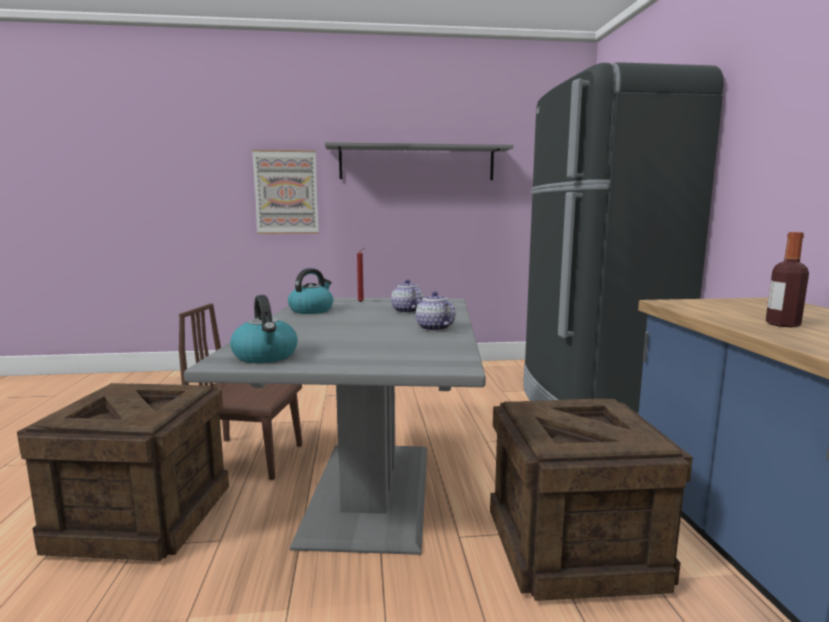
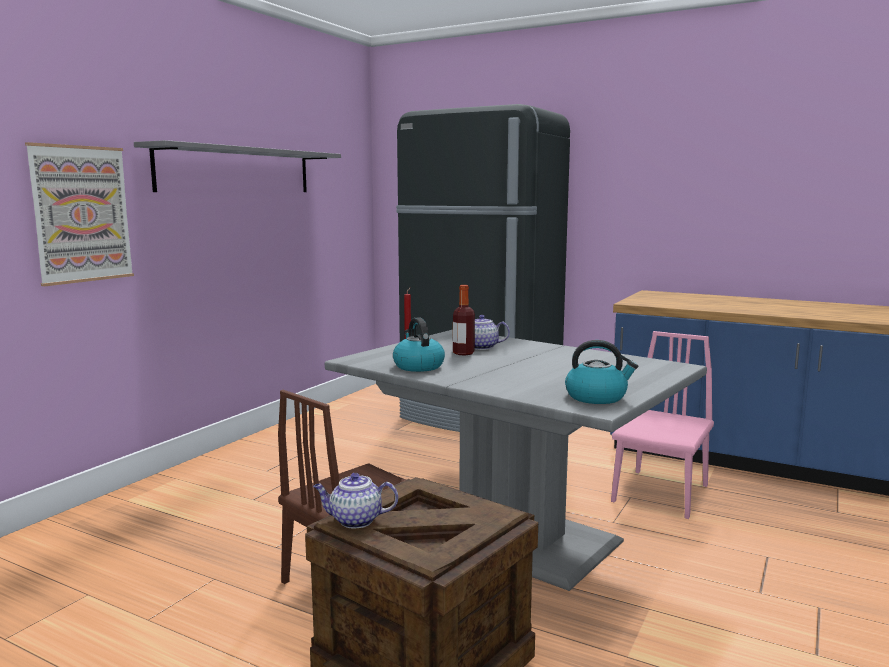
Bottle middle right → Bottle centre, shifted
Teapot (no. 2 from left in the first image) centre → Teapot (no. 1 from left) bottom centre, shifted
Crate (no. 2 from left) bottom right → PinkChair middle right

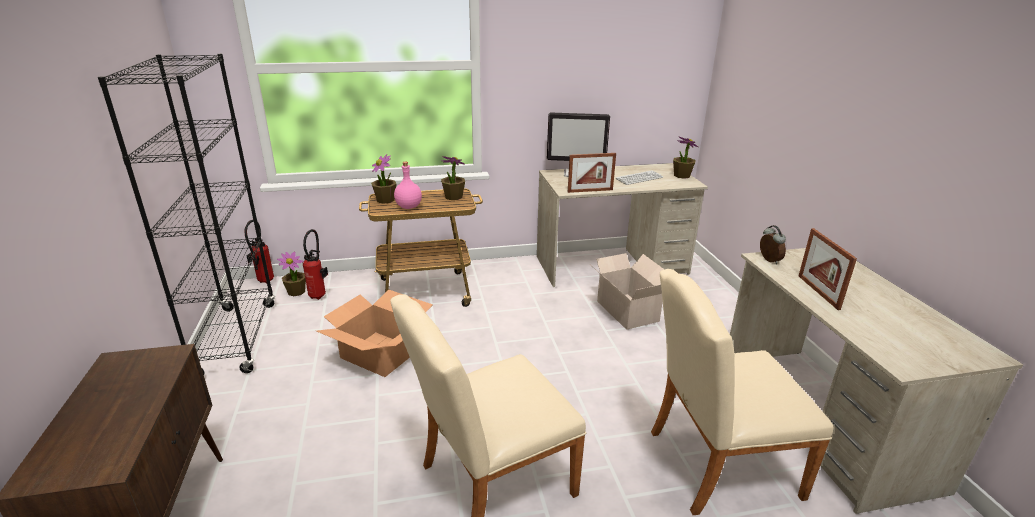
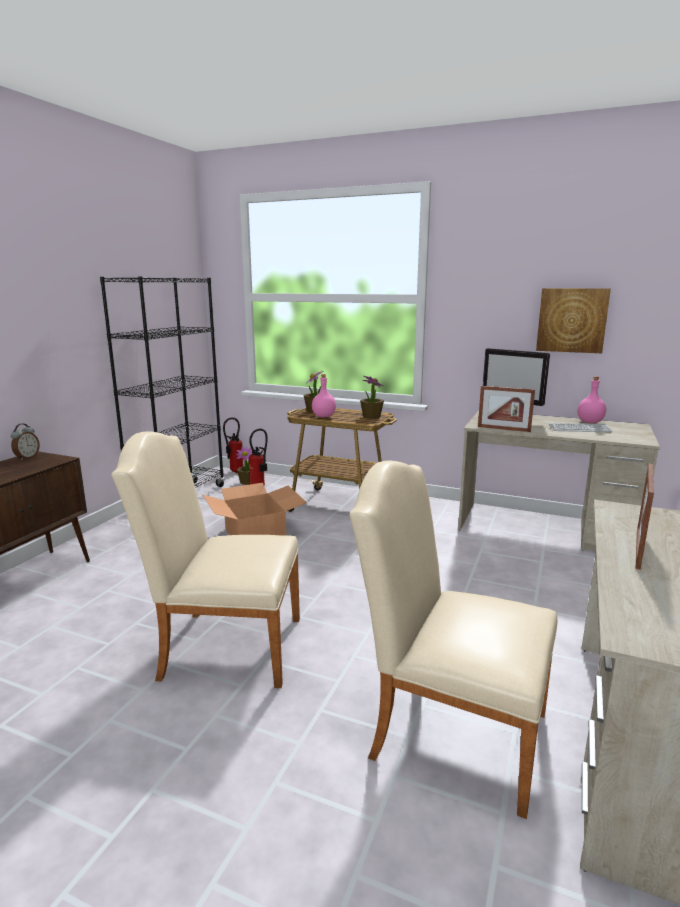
PottedPlant (no. 4 from left) top centre → -
AlarmClock middle right → AlarmClock middle left, shifted
CardboardBox (no. 2 from left) centre → -
- → Picture middle right
- → PinkBottle (no. 2 from left) middle right

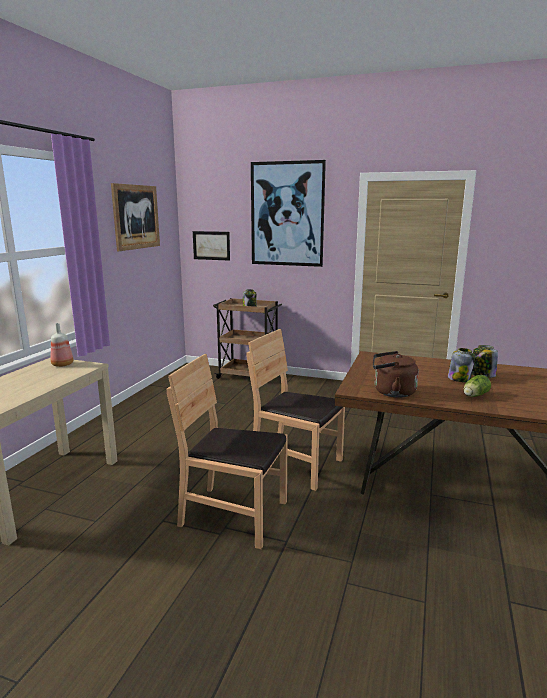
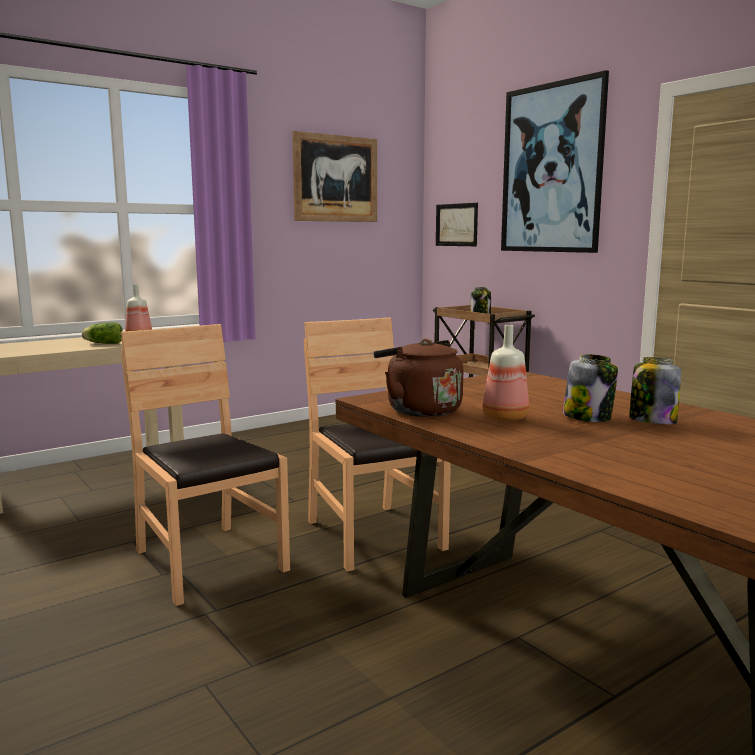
Lettuce middle right → Lettuce middle left, shifted
- → Bottle (no. 2 from left) middle right

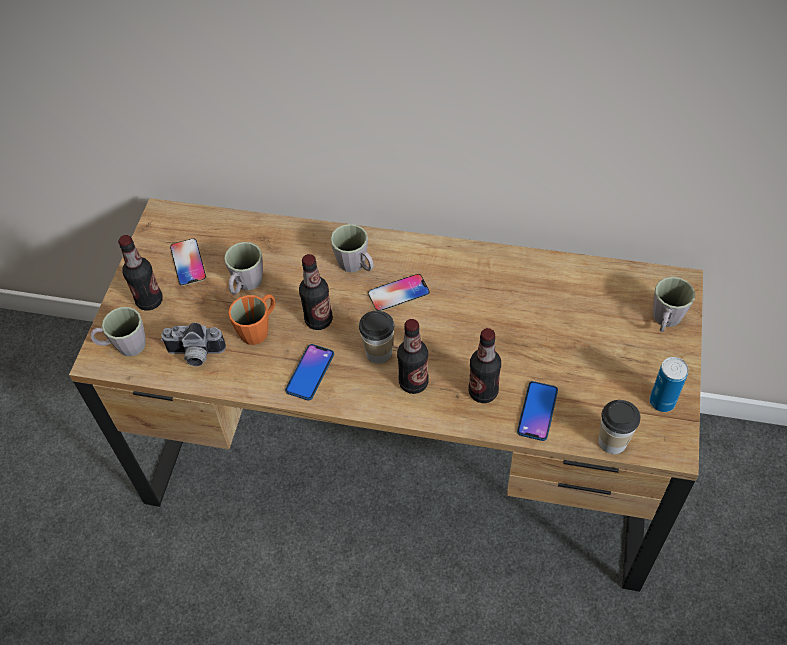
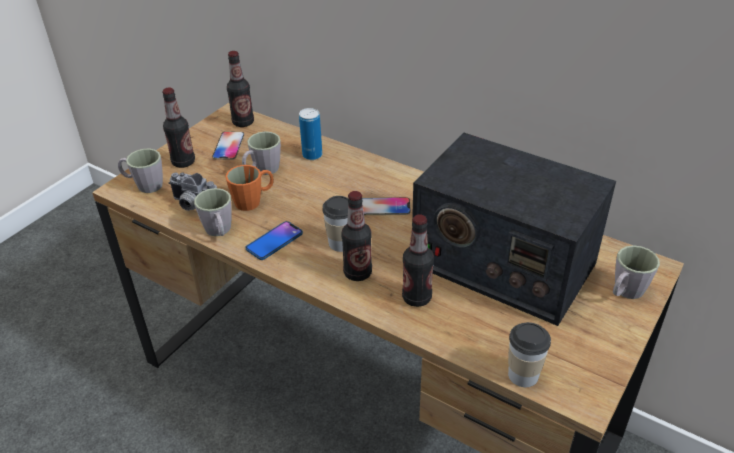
GreyMug (no. 3 from left in the first image) centre → GreyMug (no. 2 from left) middle left, shifted
Bottle (no. 2 from left) centre → Bottle (no. 2 from left) top left, shifted
Can middle right → Can top centre, shifted
Phone (no. 4 from left) middle right → -
- → Radio middle right

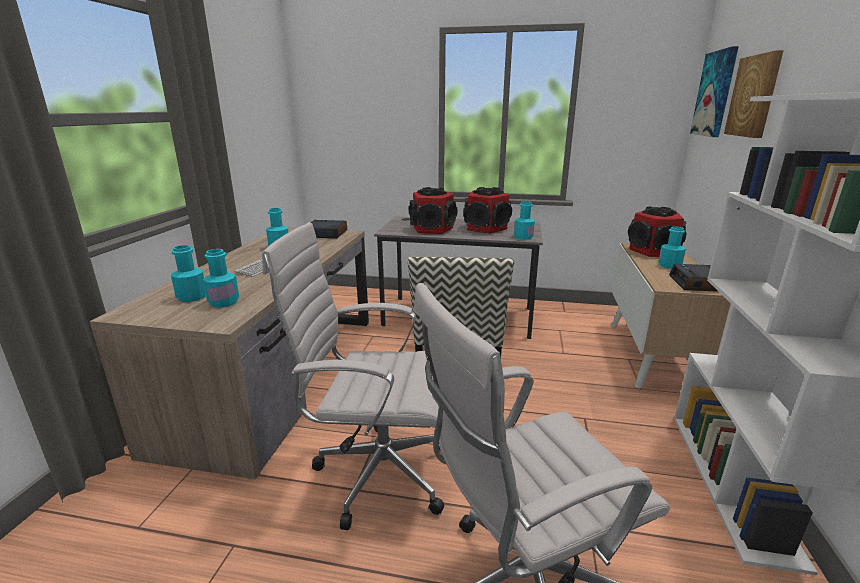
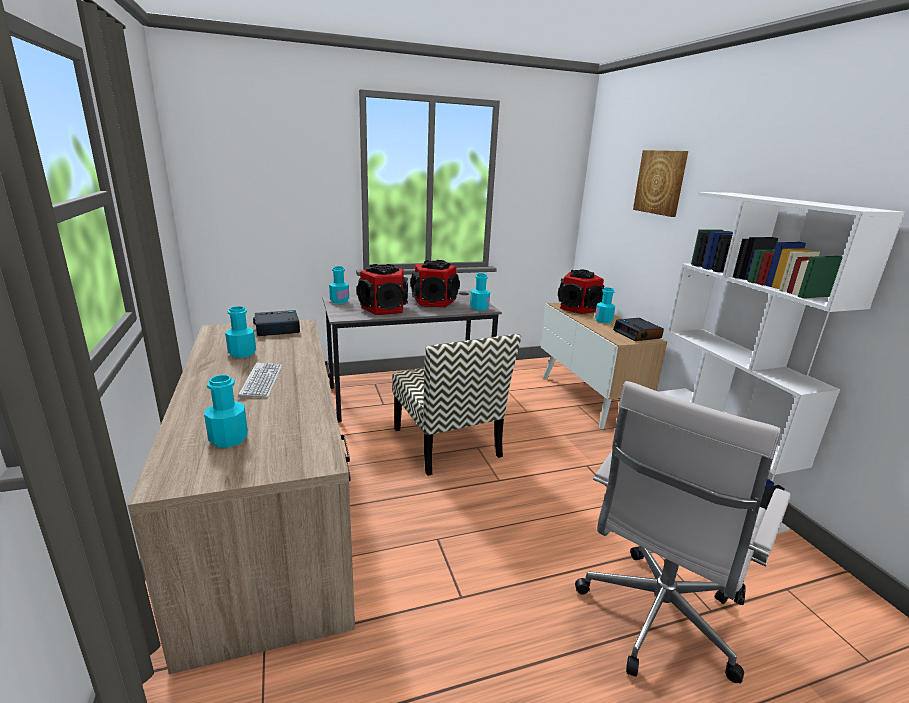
Picture (no. 1 from left) top right → -
WhiteOfficeChair (no. 1 from left) centre → -
TurquoiseBottle (no. 2 from left in the first image) middle left → TurquoiseBottle (no. 3 from left) centre, shifted

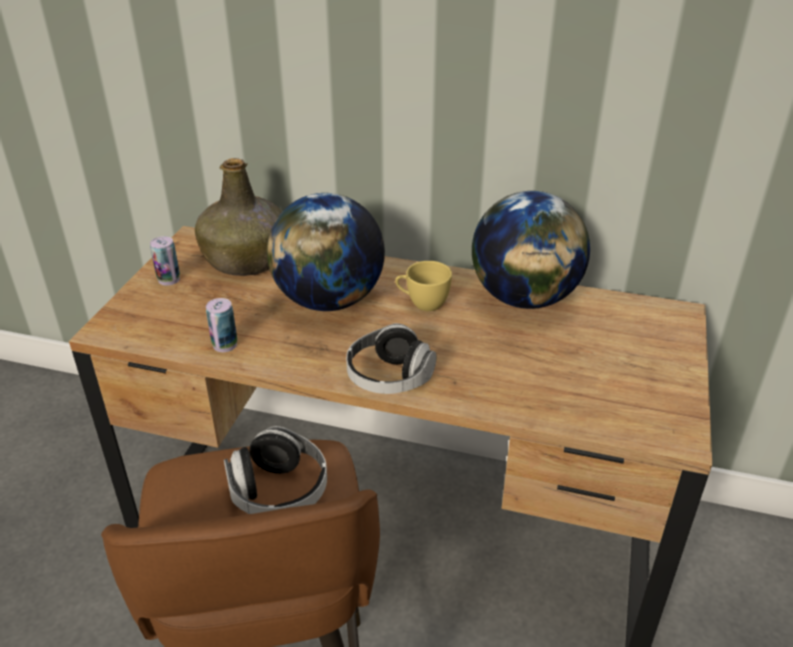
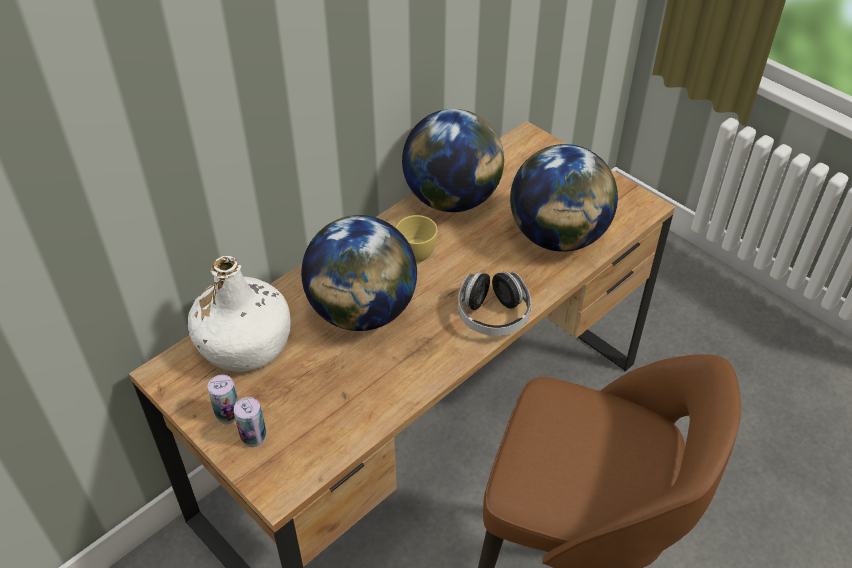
GreenBottle middle left → WhiteBottle middle left
Can (no. 2 from left) middle left → Can (no. 2 from left) bottom left, shifted
Headphones (no. 1 from left) bottom centre → -
- → Globe (no. 3 from left) centre

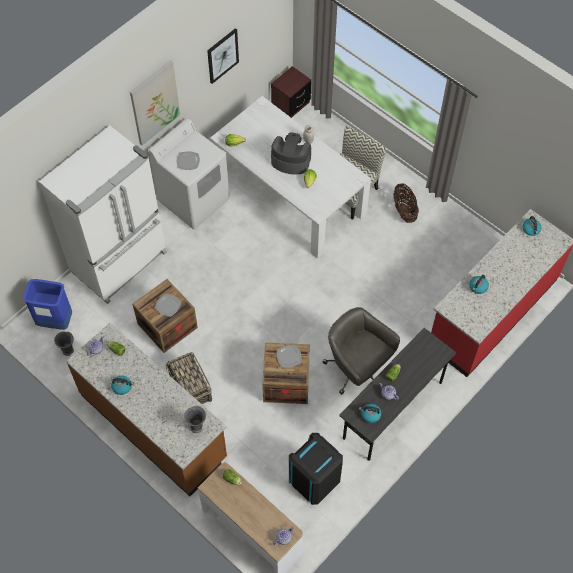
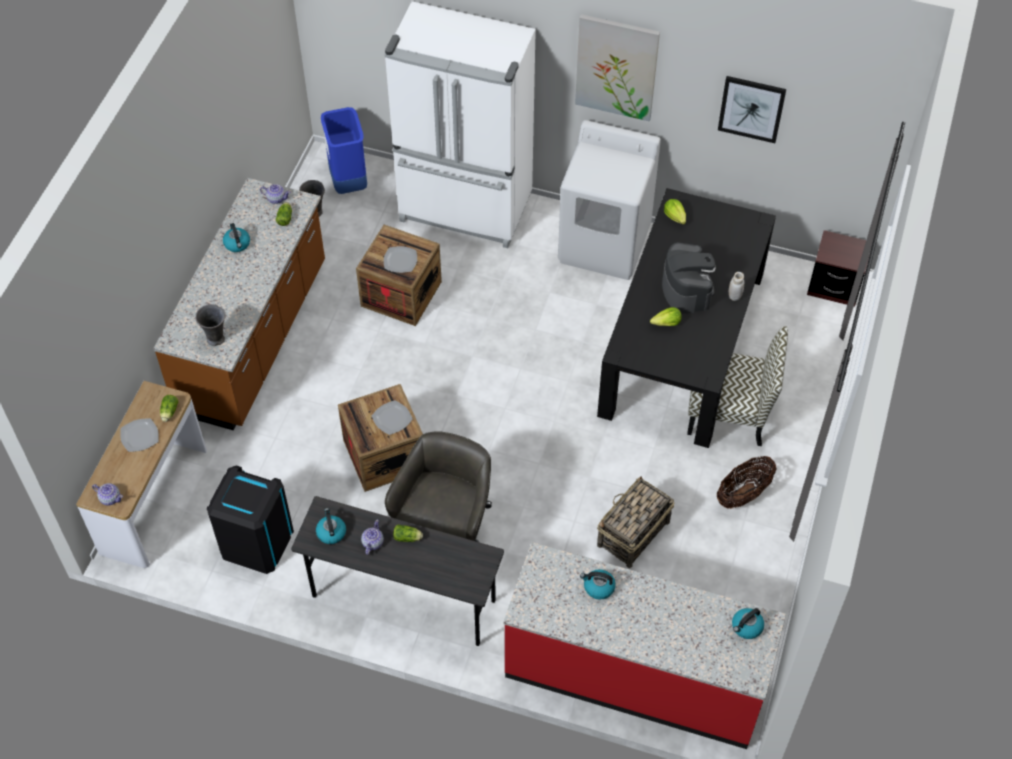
WhiteDiningTable top centre → BlackDiningTable middle right
Plate (no. 2 from left in the first image) top left → Plate (no. 1 from left) middle left, shifted
Basket (no. 1 from left) middle left → Basket (no. 1 from left) bottom centre, shifted

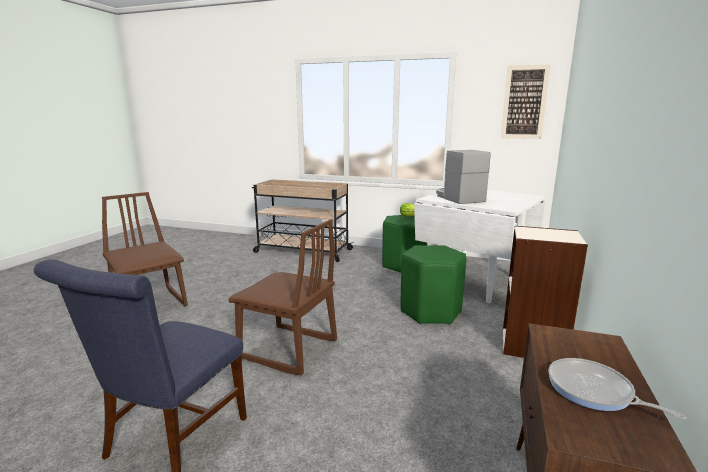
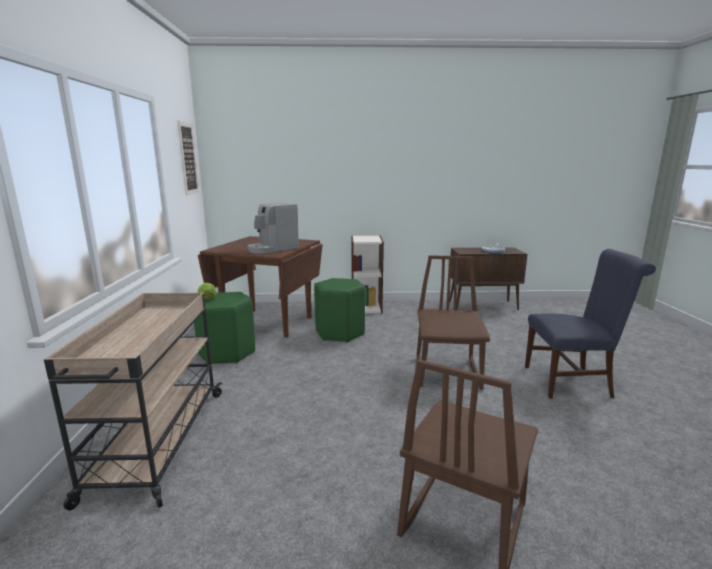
WhiteDiningTable middle right → BrownDiningTable centre

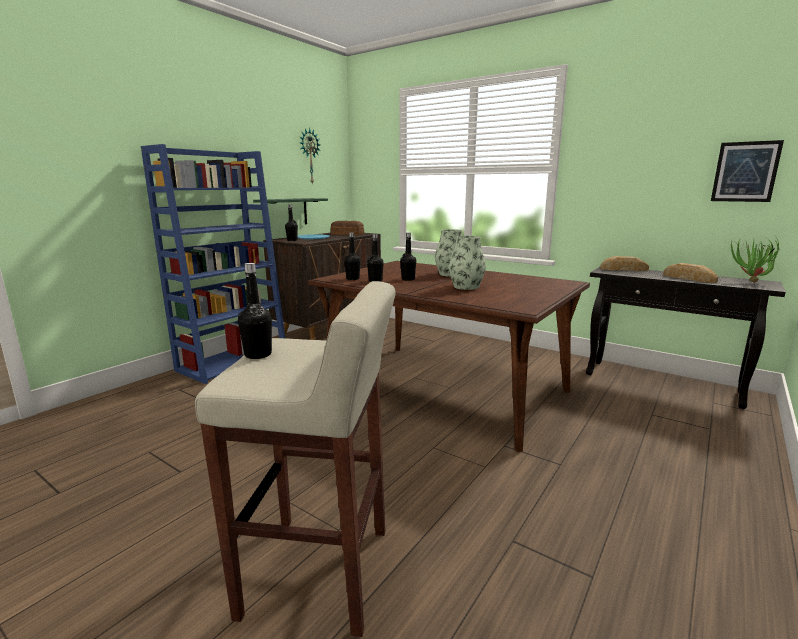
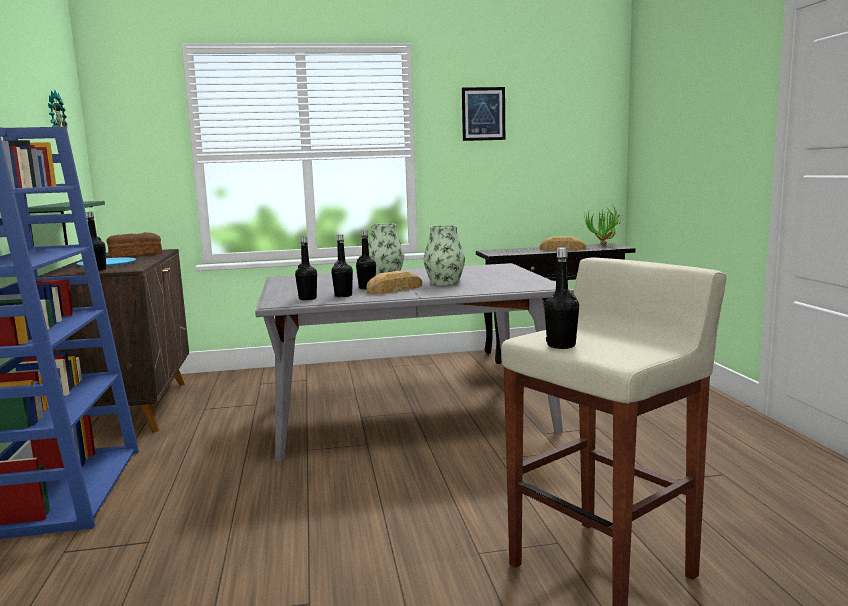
Picture top right → Picture top centre, shifted
Bread (no. 2 from left) middle right → Bread (no. 2 from left) centre, shifted
BrownDiningTable centre → GreyDiningTable centre

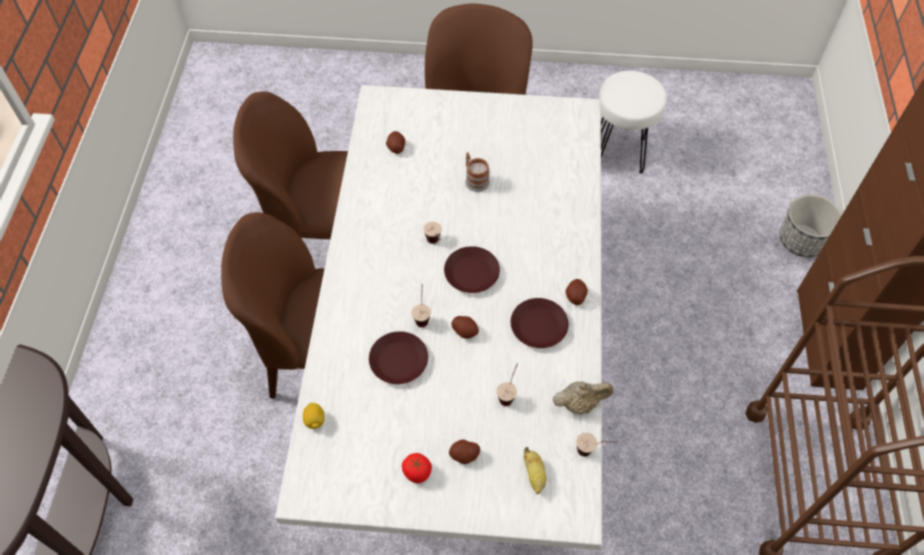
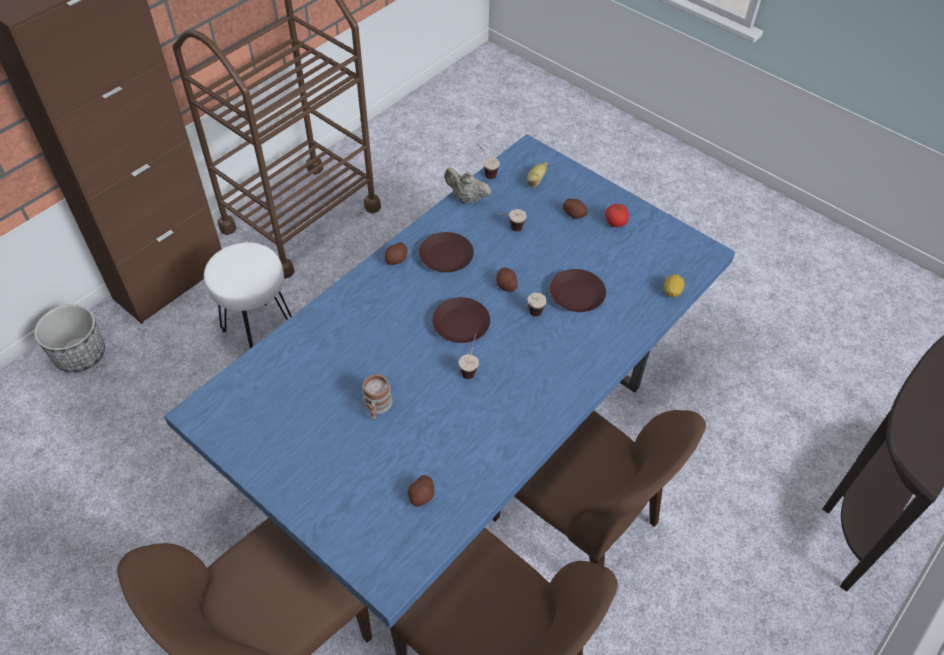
WhiteStool top right → WhiteStool middle left, shifted
WhiteDiningTable centre → BlueDiningTable centre

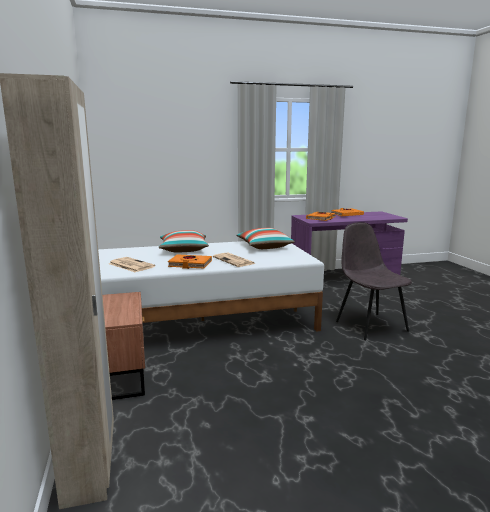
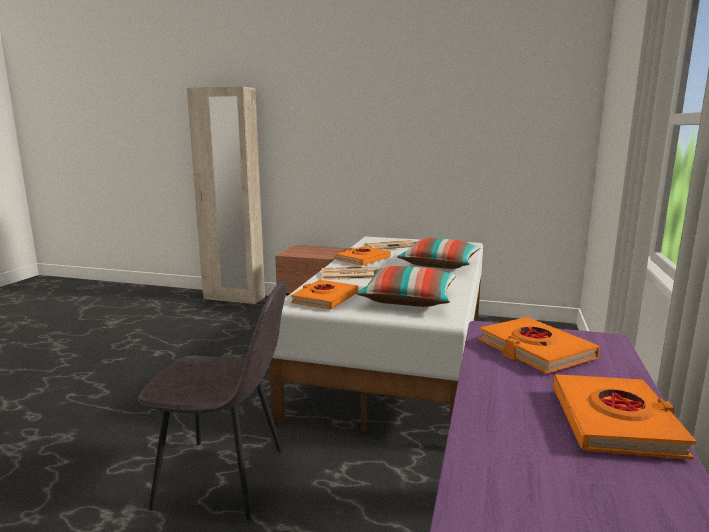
- → OrangeBook (no. 1 from left) centre

